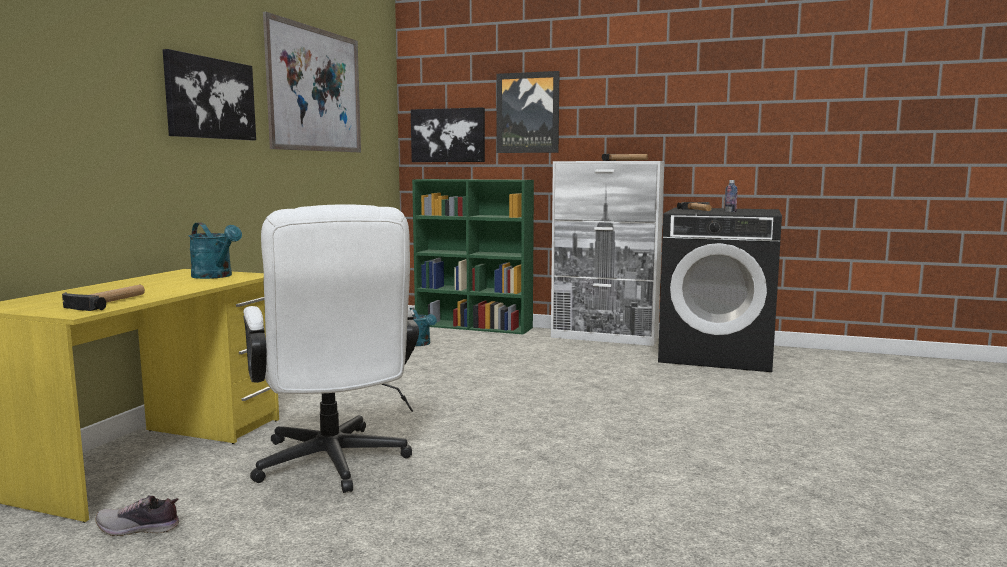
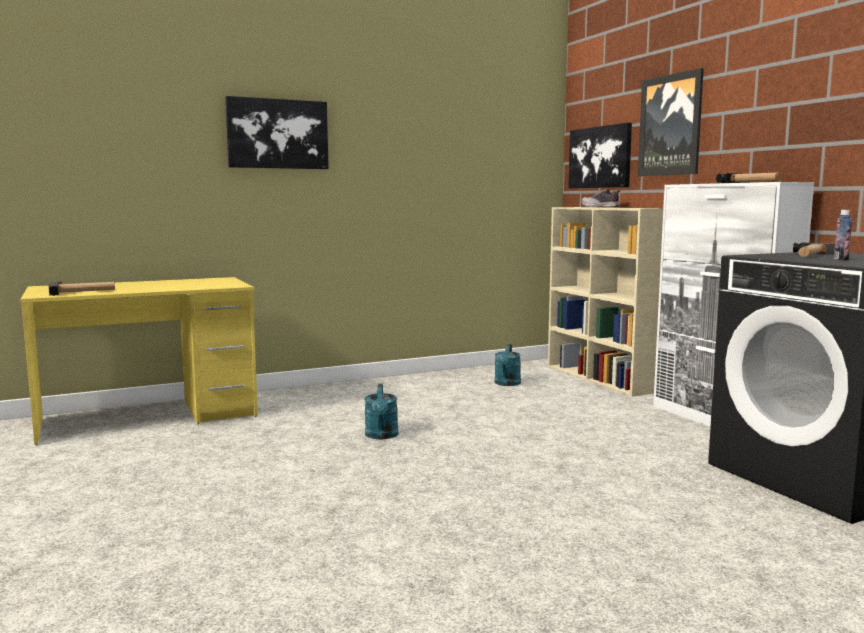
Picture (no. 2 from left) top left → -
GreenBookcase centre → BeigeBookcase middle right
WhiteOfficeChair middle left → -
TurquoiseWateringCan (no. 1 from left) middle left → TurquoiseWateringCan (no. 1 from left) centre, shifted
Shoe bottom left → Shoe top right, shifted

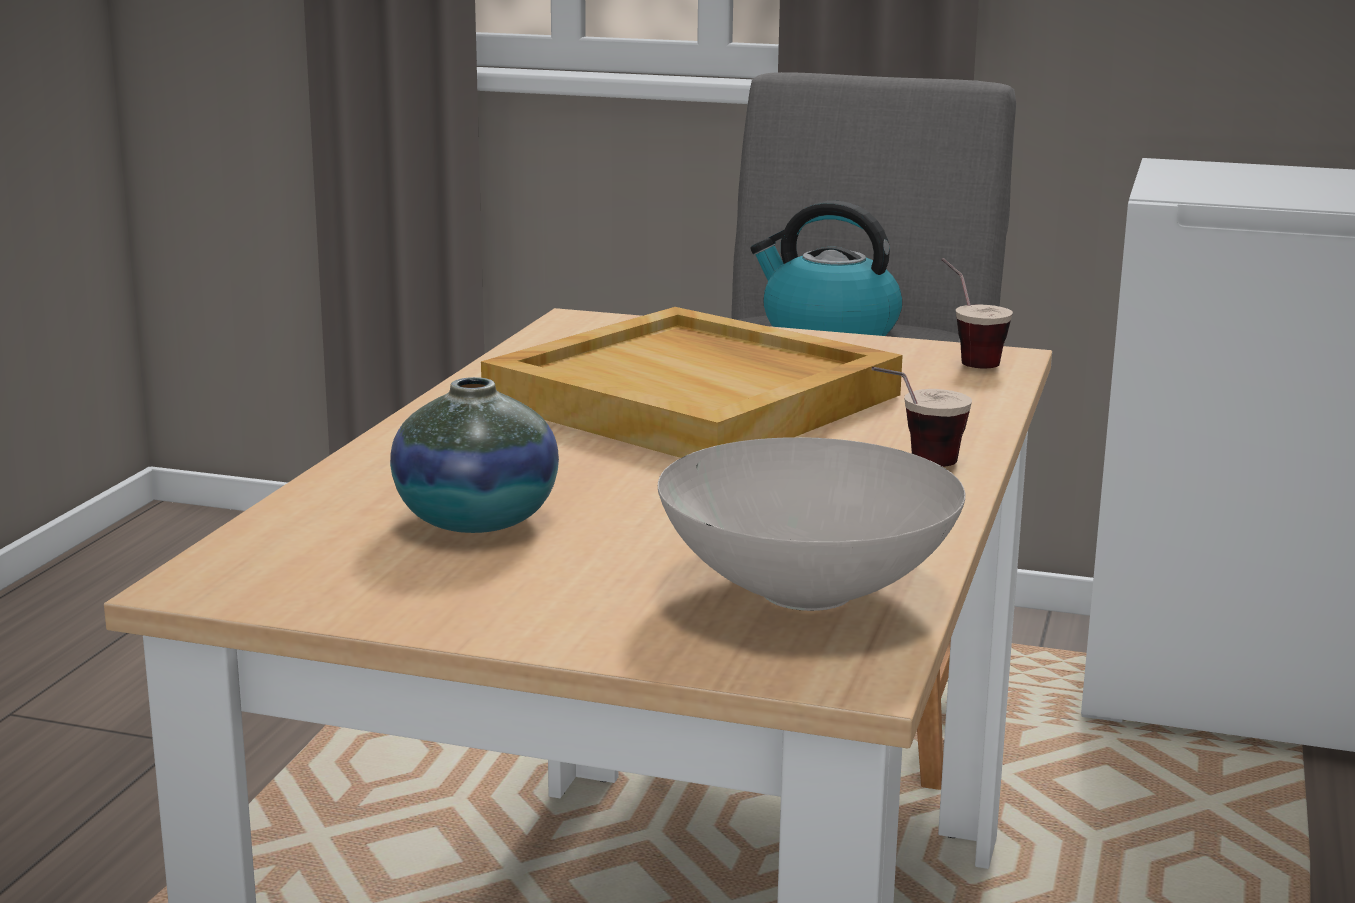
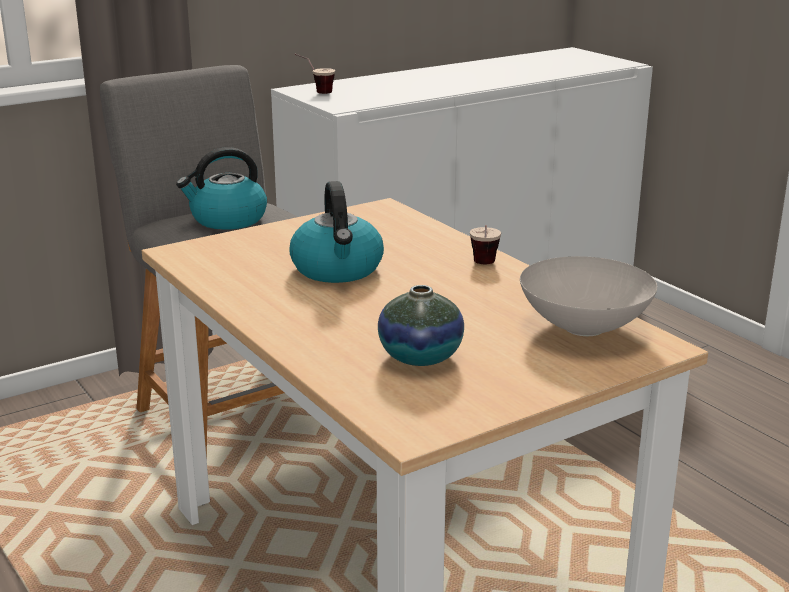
Cup (no. 2 from left in the first image) middle right → Cup (no. 1 from left) top centre, shifted
BeigeTray centre → Kettle (no. 2 from left) centre

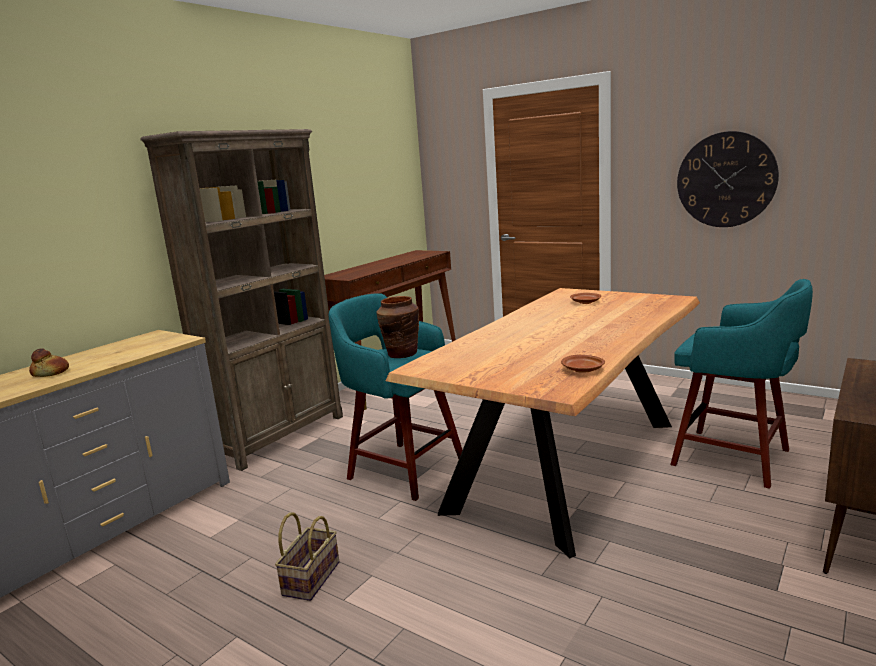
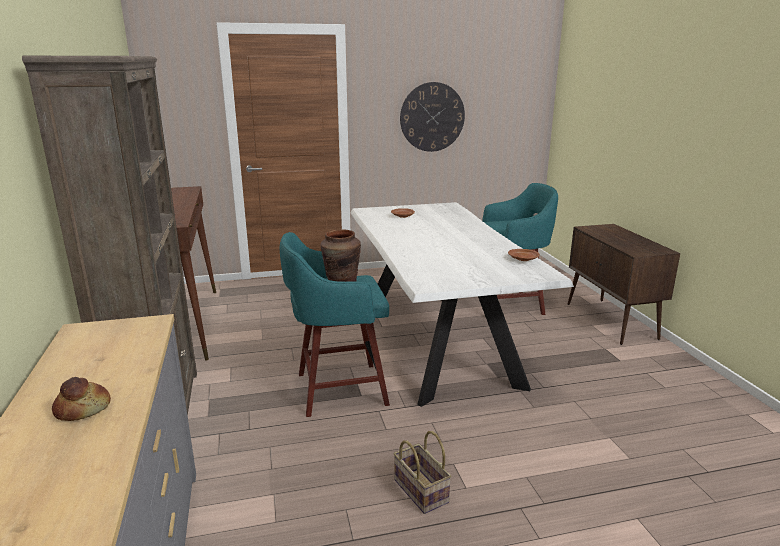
BrownDiningTable centre → WhiteDiningTable centre

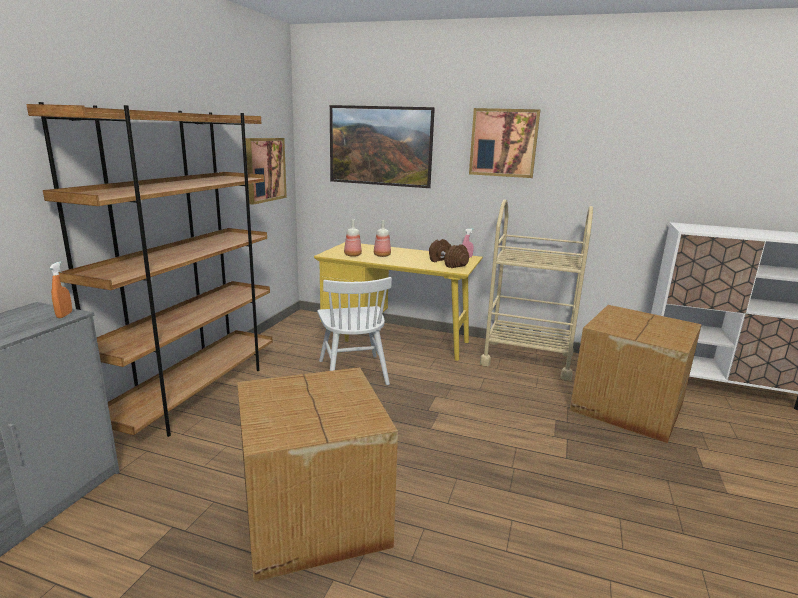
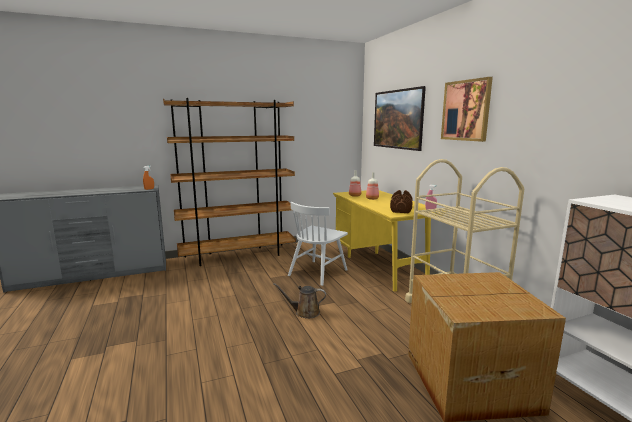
Picture (no. 1 from left) top centre → -
CardboardBox (no. 1 from left) bottom centre → -
- → BrownWateringCan bottom centre

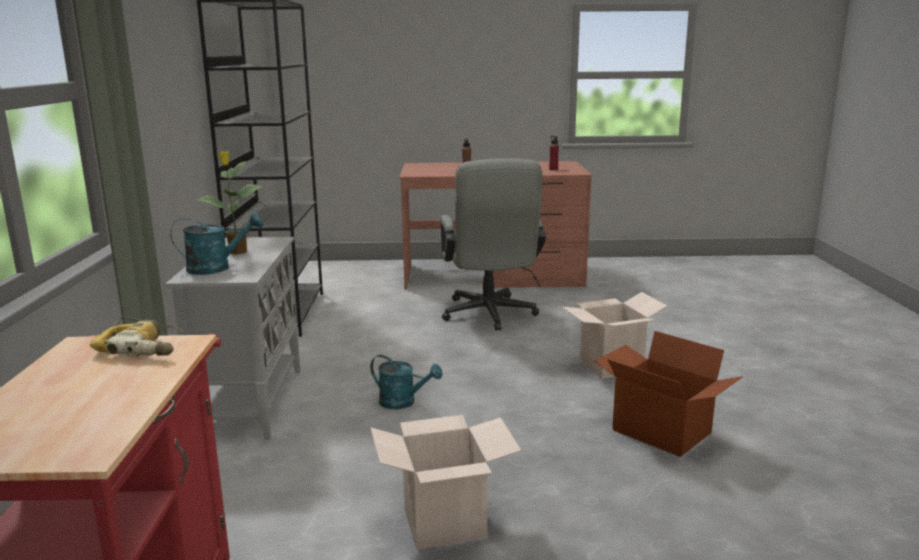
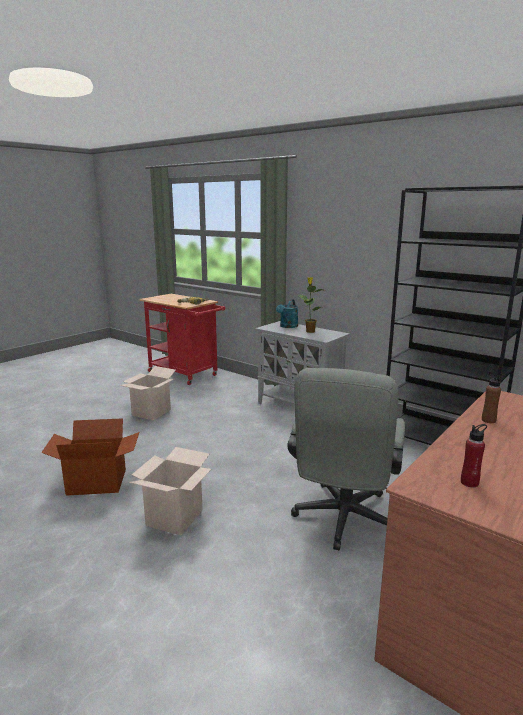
GreyOfficeChair centre, 105 degrees counterclockwise
TurquoiseWateringCan (no. 2 from left) bottom centre → -

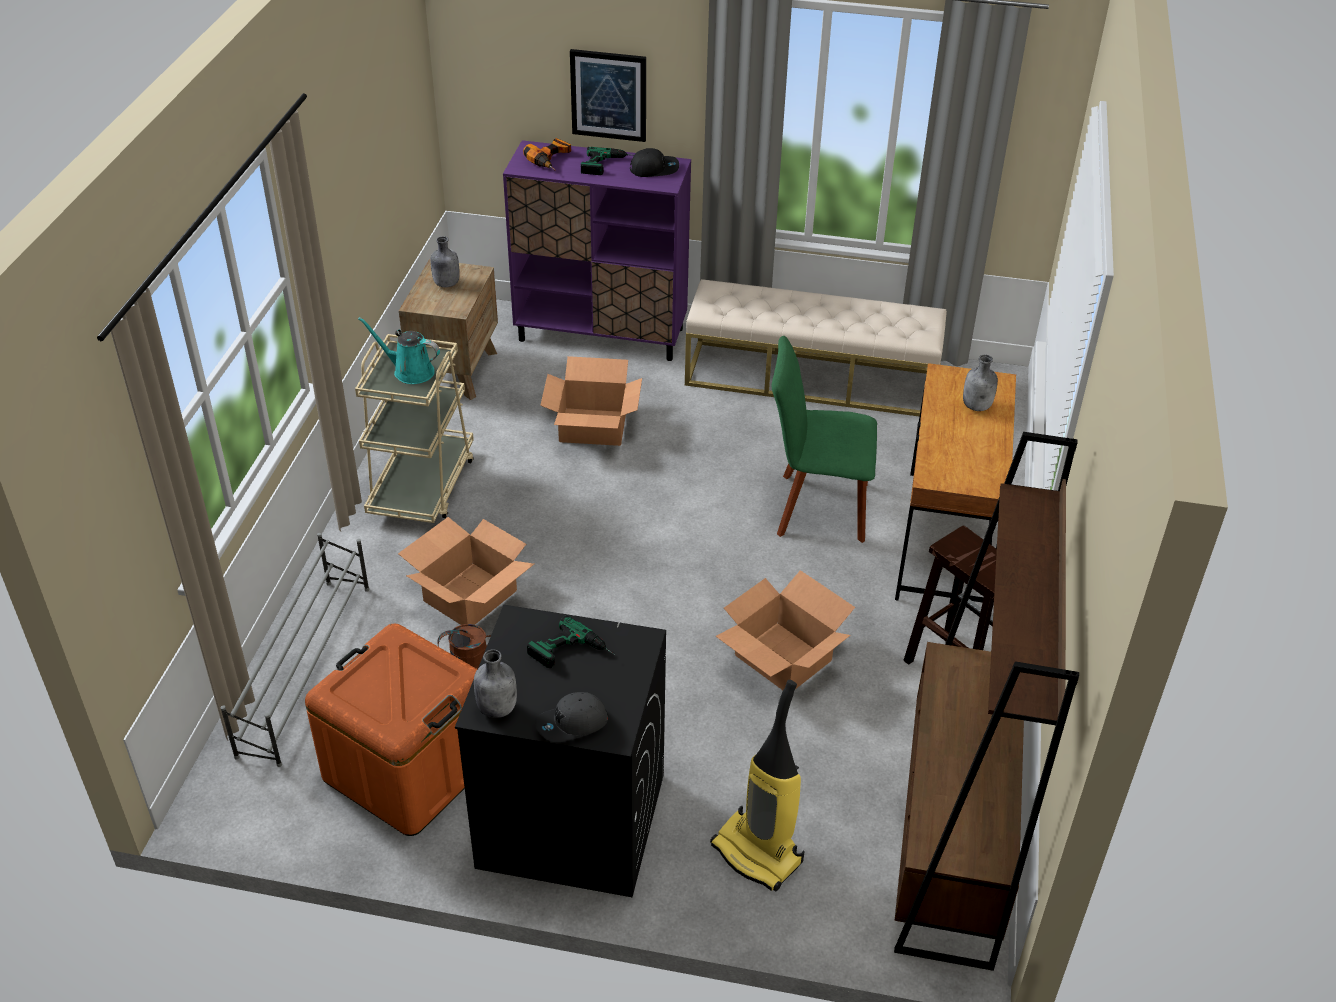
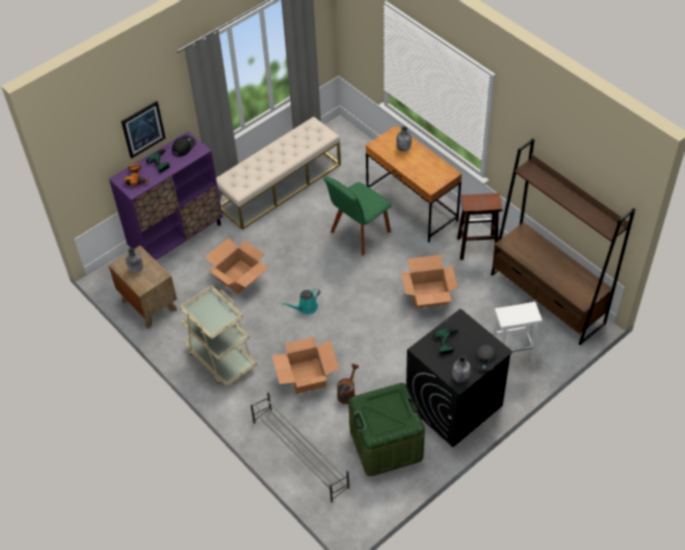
TurquoiseWateringCan middle left → TurquoiseWateringCan centre, shifted
OrangeStorageBox bottom left → GreenStorageBox bottom centre
VacuumCleaner bottom centre → WhiteStool middle right

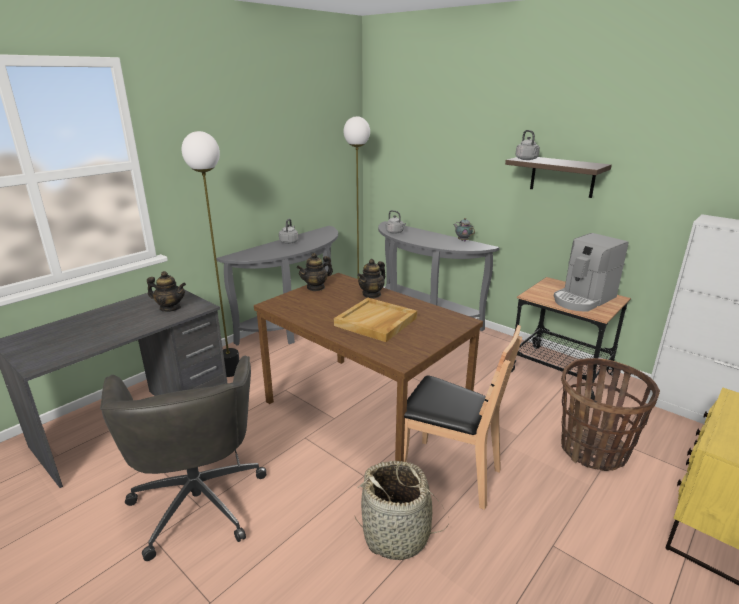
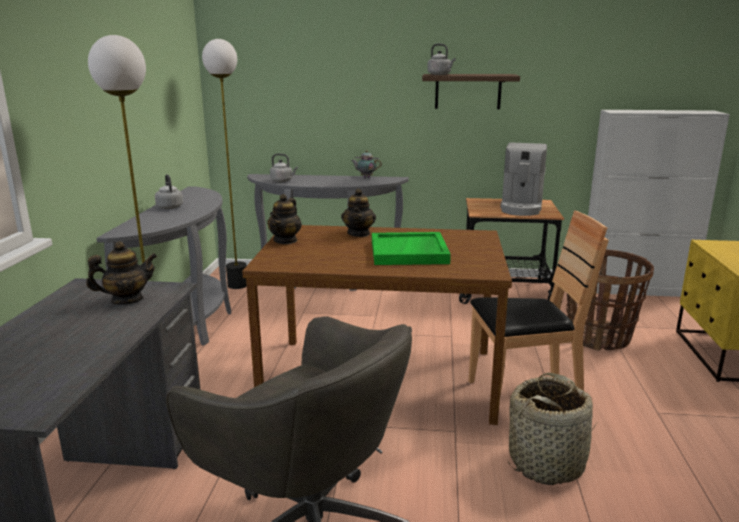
BeigeTray centre → GreenTray centre

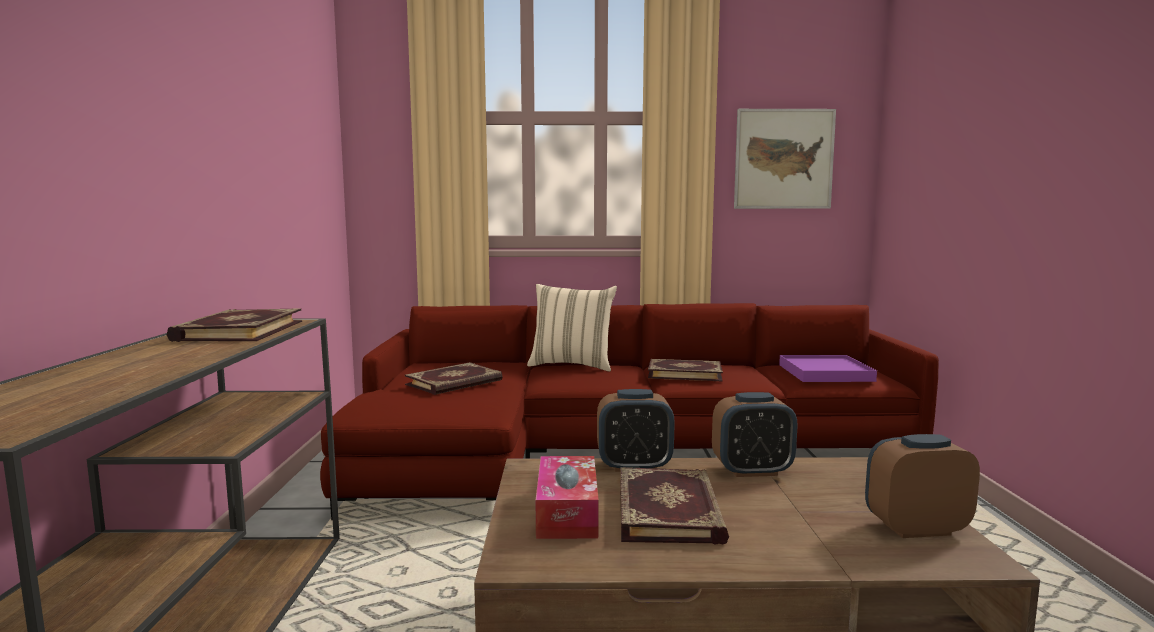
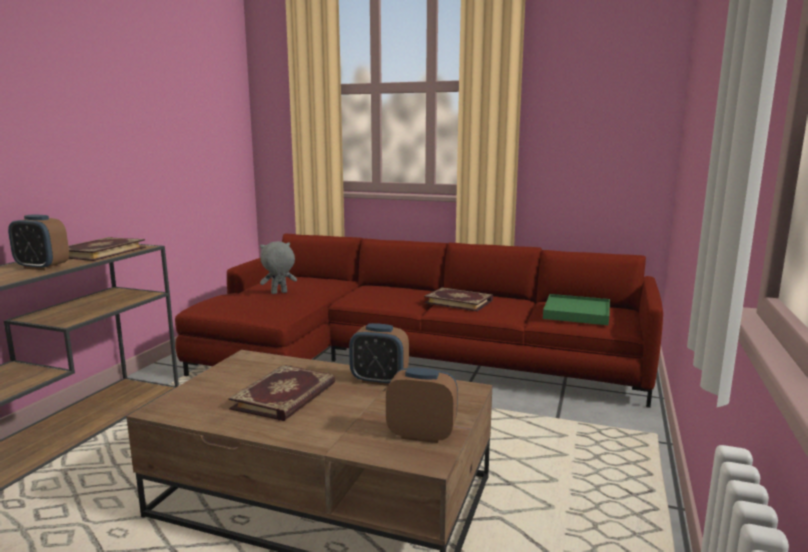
Picture top right → -
BeigePillow centre → -
PurpleTray middle right → GreenTray middle right
Book (no. 2 from left) centre → GreyPlushToy centre
AlarmClock (no. 1 from left) bottom centre → AlarmClock (no. 1 from left) middle left, shifted
TissueBox bottom centre → -

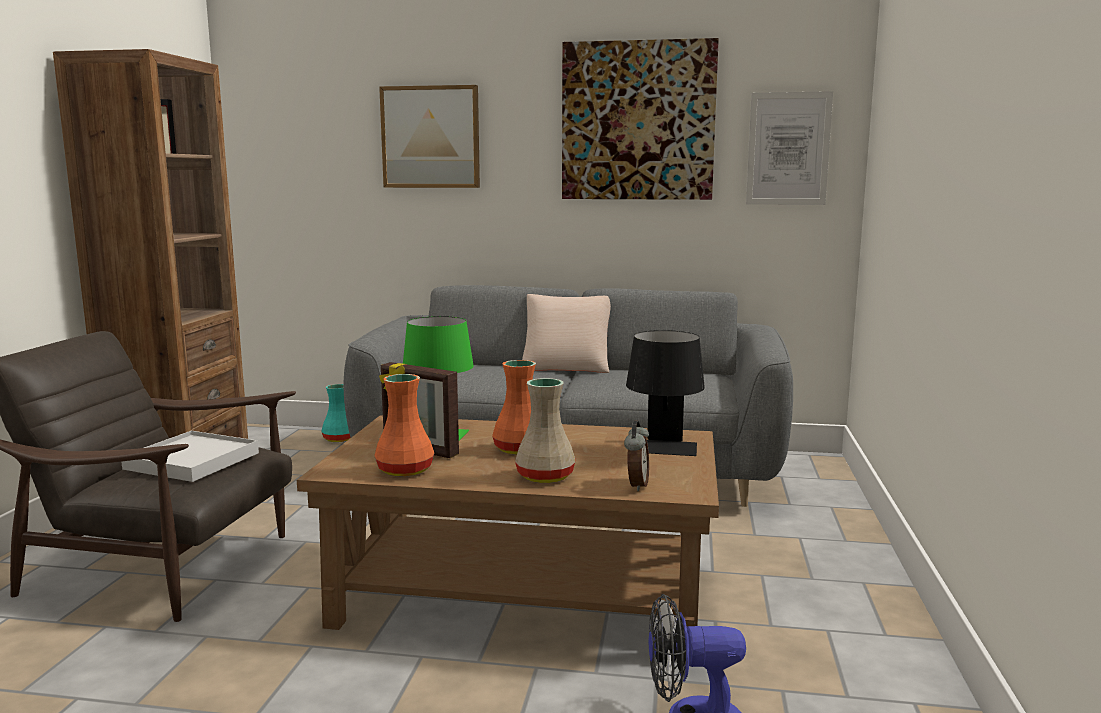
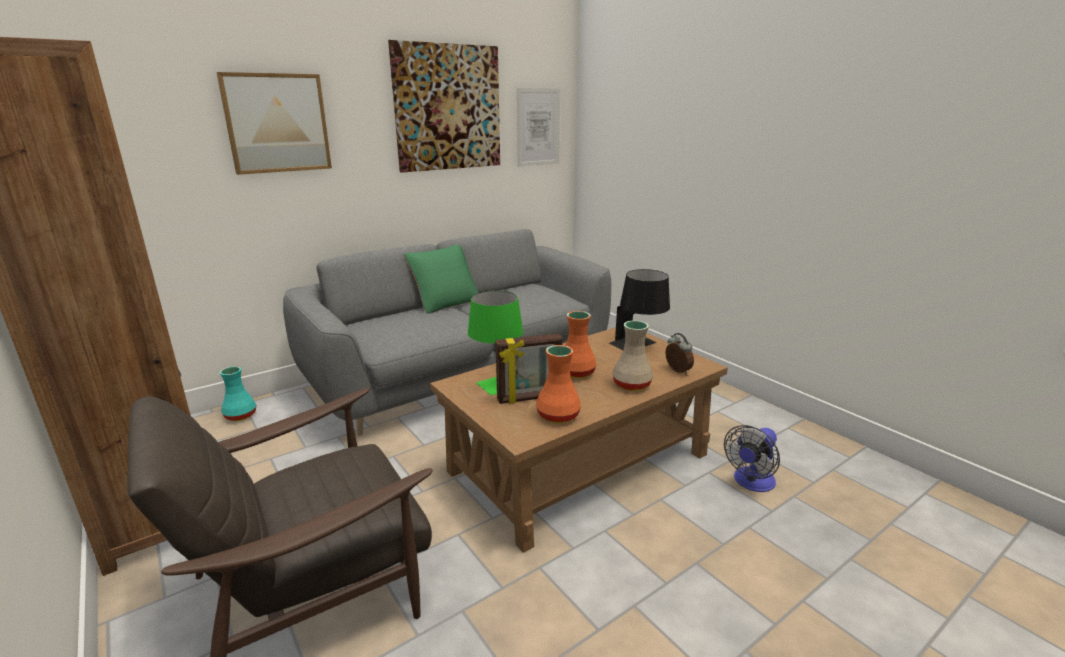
BeigePillow centre → GreenPillow centre
WhiteTray middle left → -

